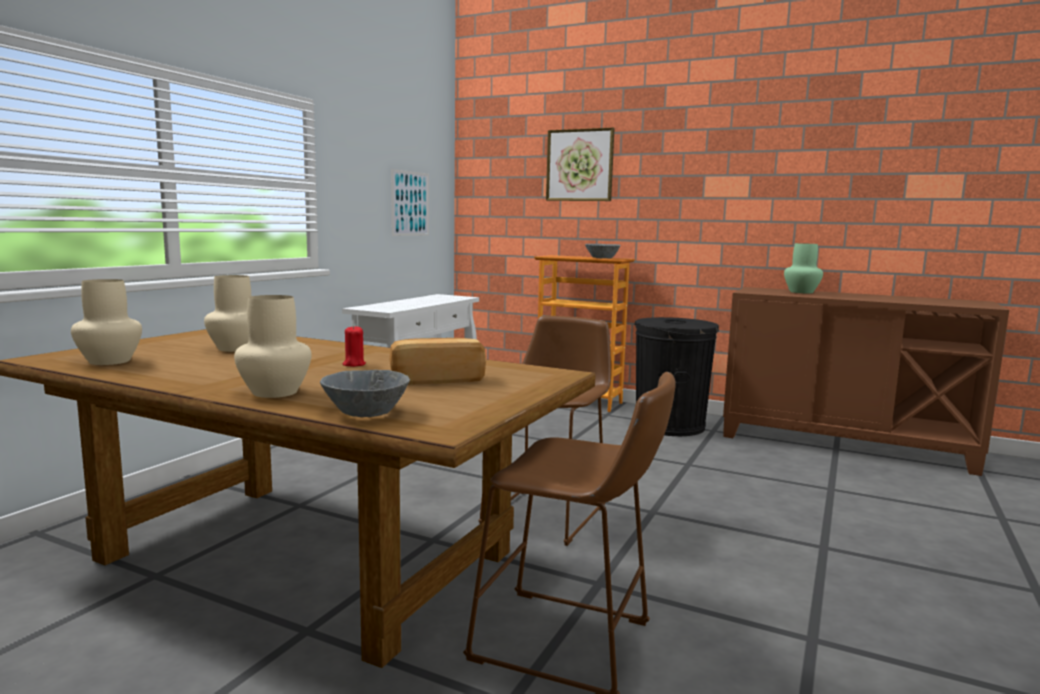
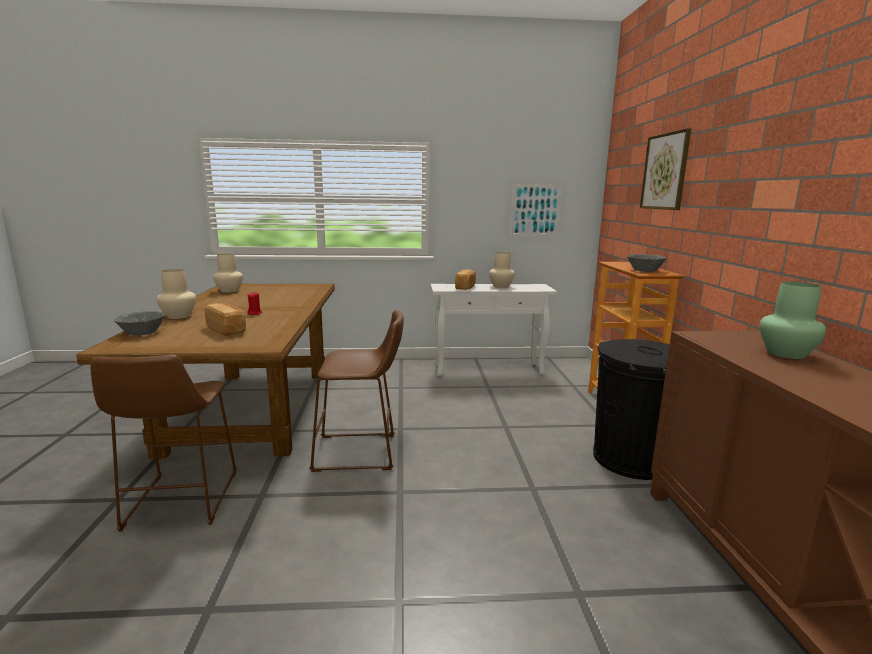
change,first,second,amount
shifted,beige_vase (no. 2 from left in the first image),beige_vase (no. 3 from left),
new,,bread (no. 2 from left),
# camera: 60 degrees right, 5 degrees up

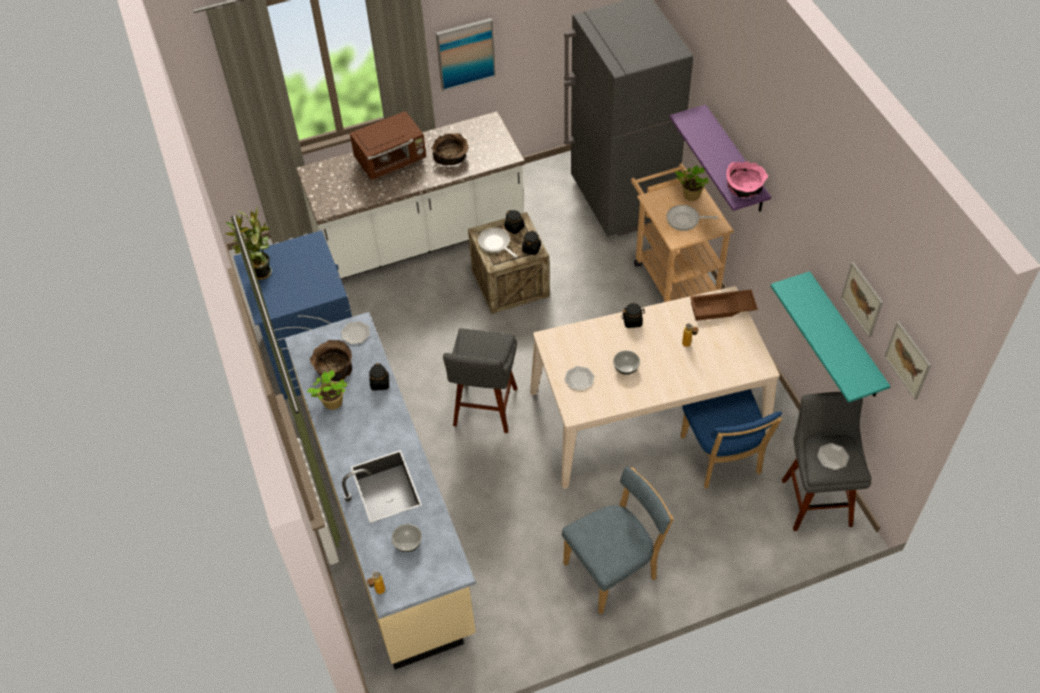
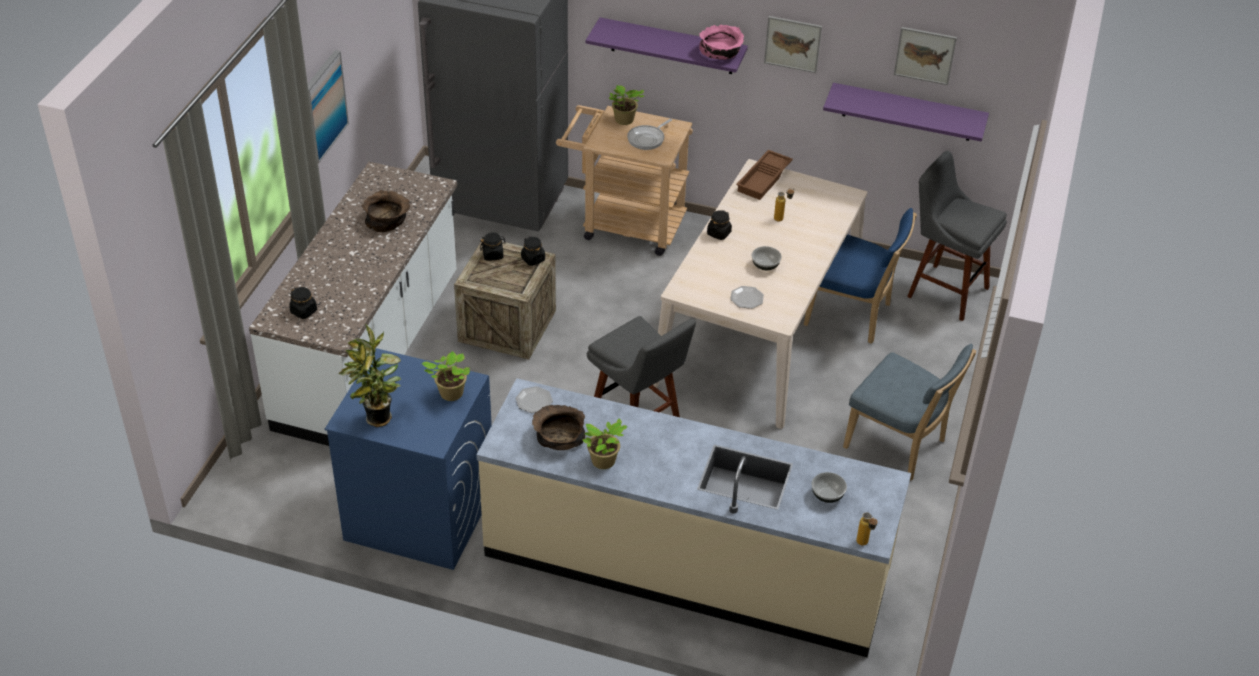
change,first,second,amount
gone,brown_microwave,,
gone,frying_pan (no. 1 from left),,
repainted,turquoise_shelf,purple_shelf (no. 2 from left),
shifted,picture (no. 3 from left in the first image),picture (no. 2 from left),
shifted,black_jar (no. 1 from left),,
gone,plate (no. 3 from left),,
rotated,blue_chair (no. 1 from left in the first image),blue_chair (no. 2 from left),120 degrees clockwise
new,,potted_plant (no. 2 from left),
# camera: 55 degrees left, 10 degrees down

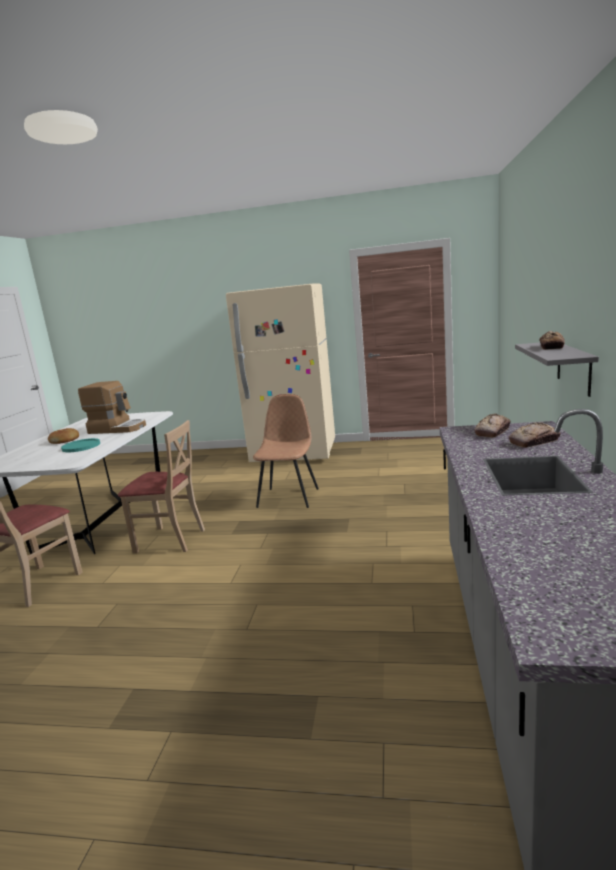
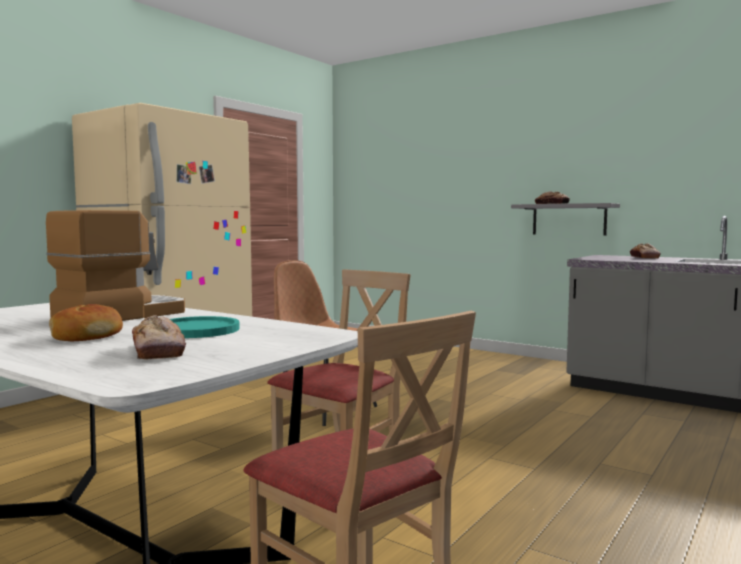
change,first,second,amount
shifted,bread (no. 2 from left),,
# camera: 65 degrees left, 10 degrees down

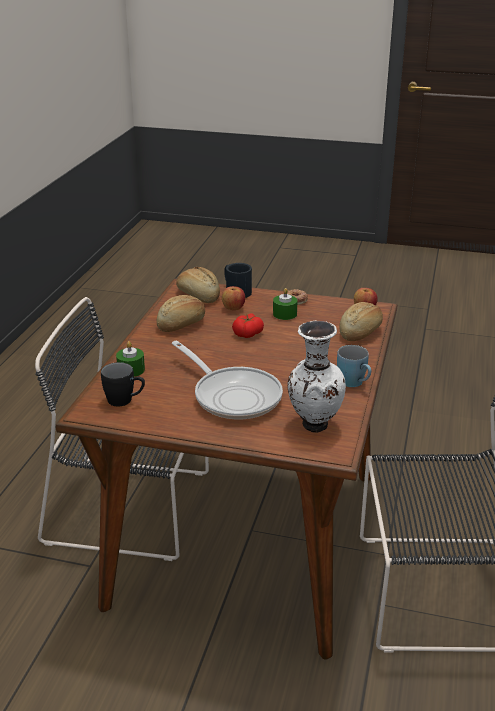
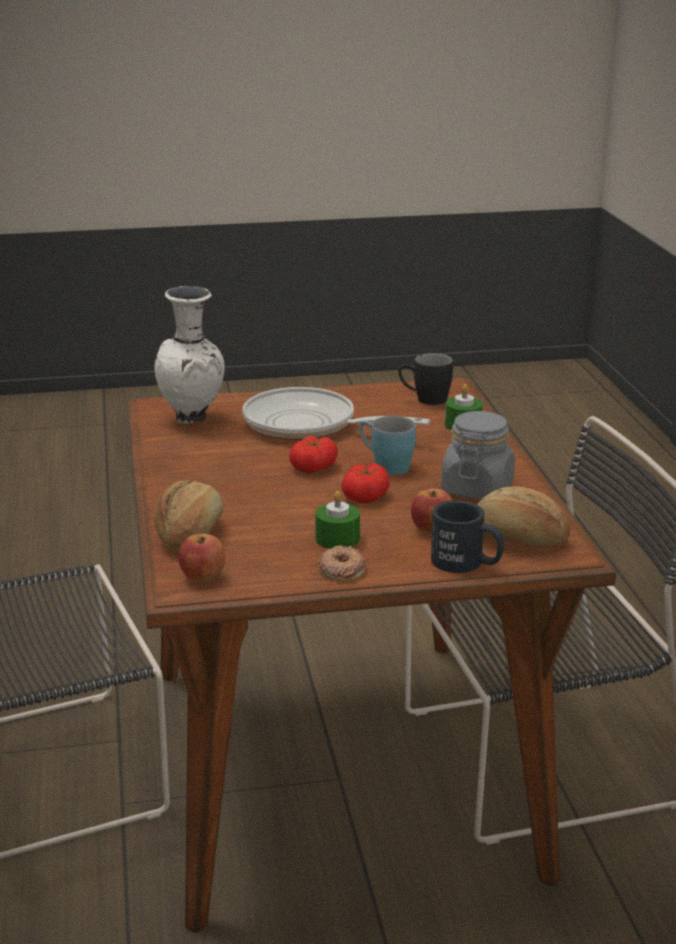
change,first,second,amount
swapped,bread (no. 1 from left),grey_jar,
shifted,blue_mug,,
new,,tomato (no. 1 from left),
# camera: 155 degrees right, 5 degrees down

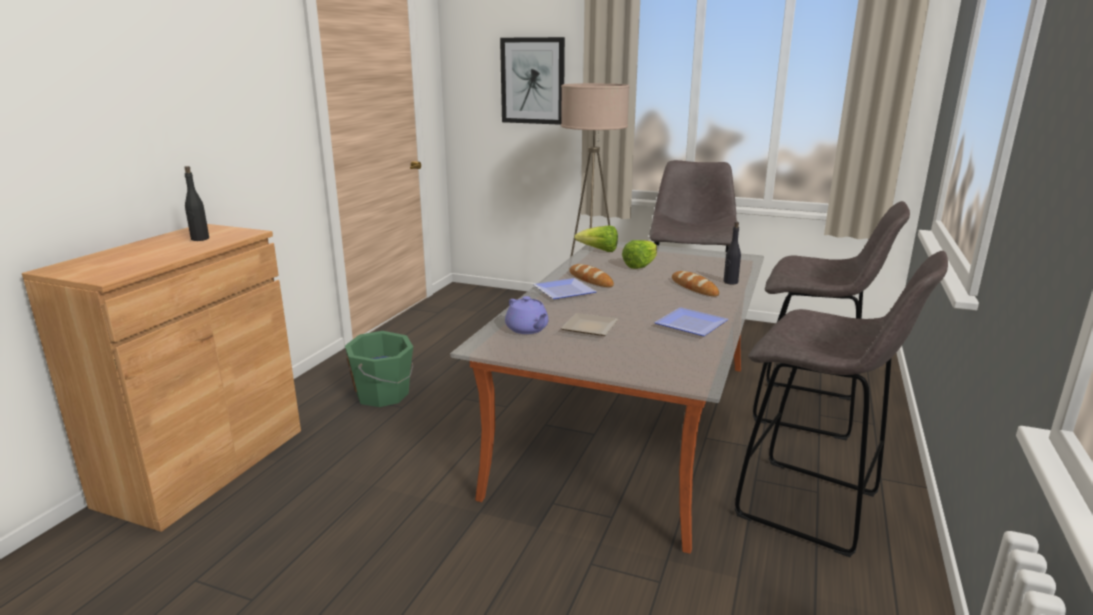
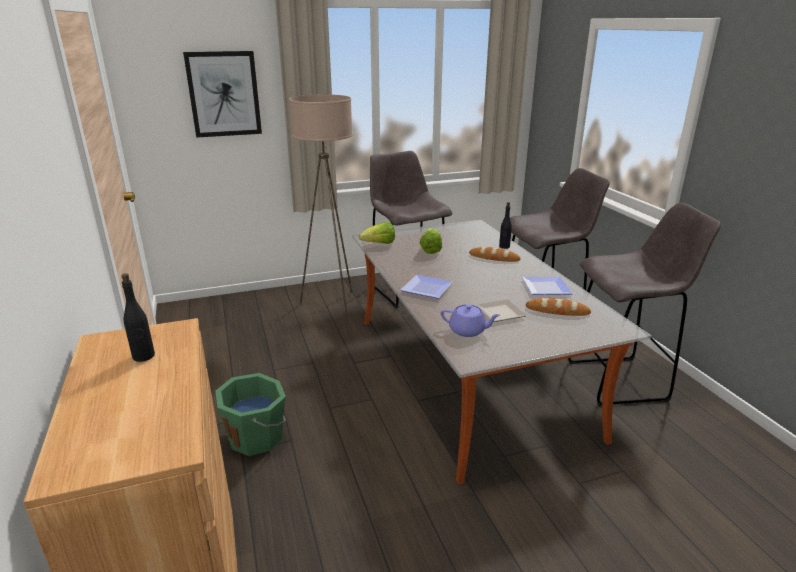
change,first,second,amount
shifted,bread (no. 1 from left in the first image),bread (no. 2 from left),
# camera: 40 degrees left, 5 degrees up

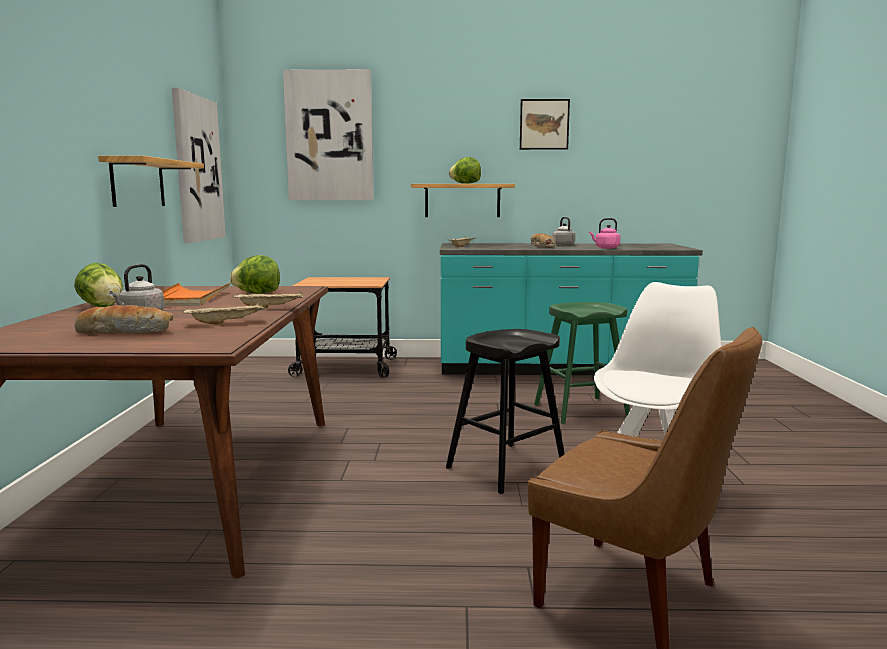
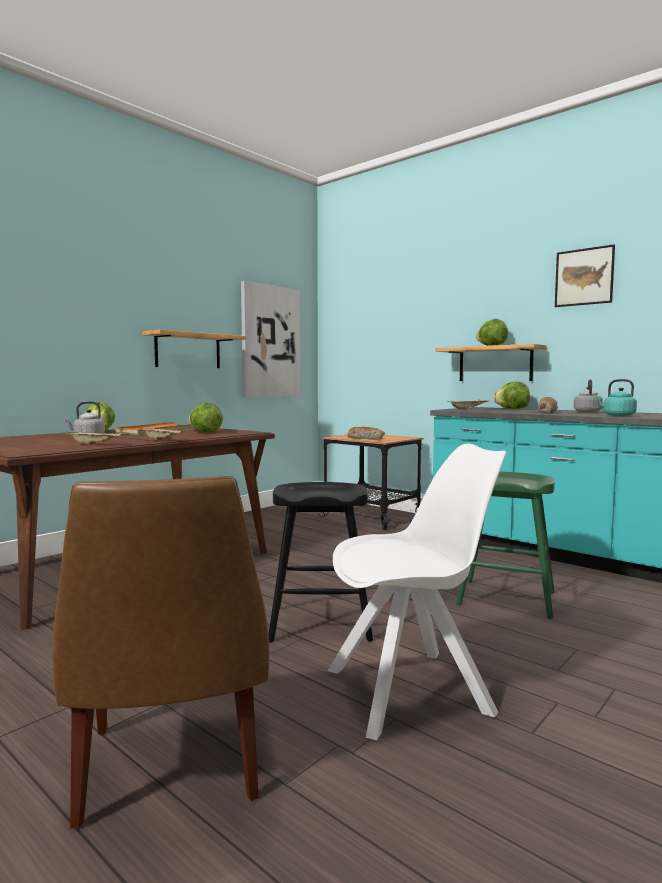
change,first,second,amount
gone,picture (no. 2 from left),,
repainted,pink_kettle,turquoise_kettle,
shifted,bread (no. 1 from left),,
new,,lettuce (no. 4 from left),
# camera: 40 degrees right, 5 degrees down

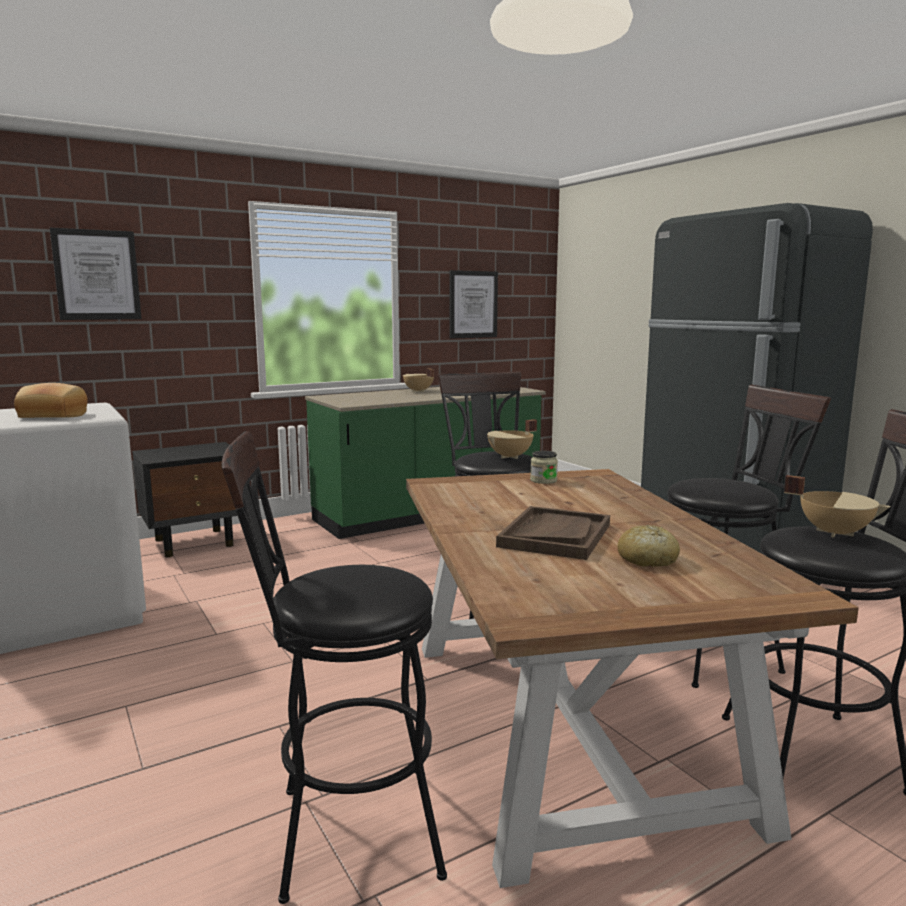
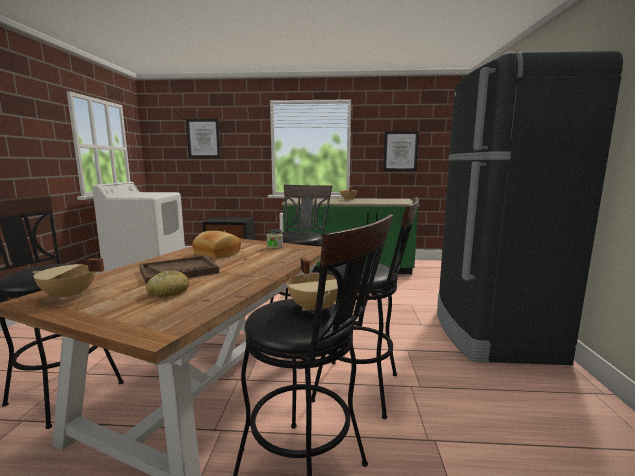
change,first,second,amount
shifted,bread (no. 1 from left in the first image),bread (no. 2 from left),
shifted,beige_cooking_pot (no. 2 from left in the first image),beige_cooking_pot (no. 1 from left),
# camera: 35 degrees right, 0 degrees up

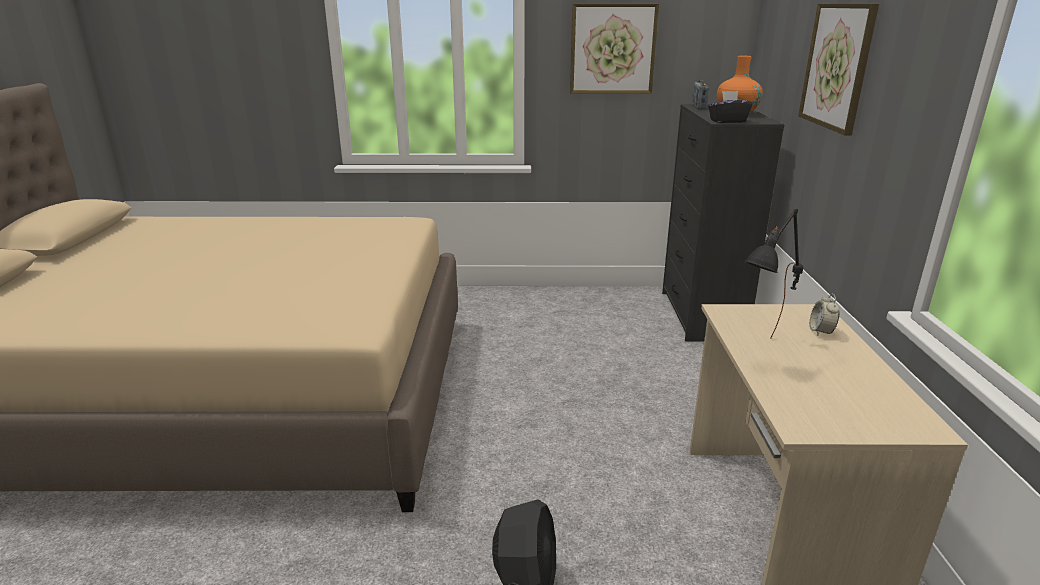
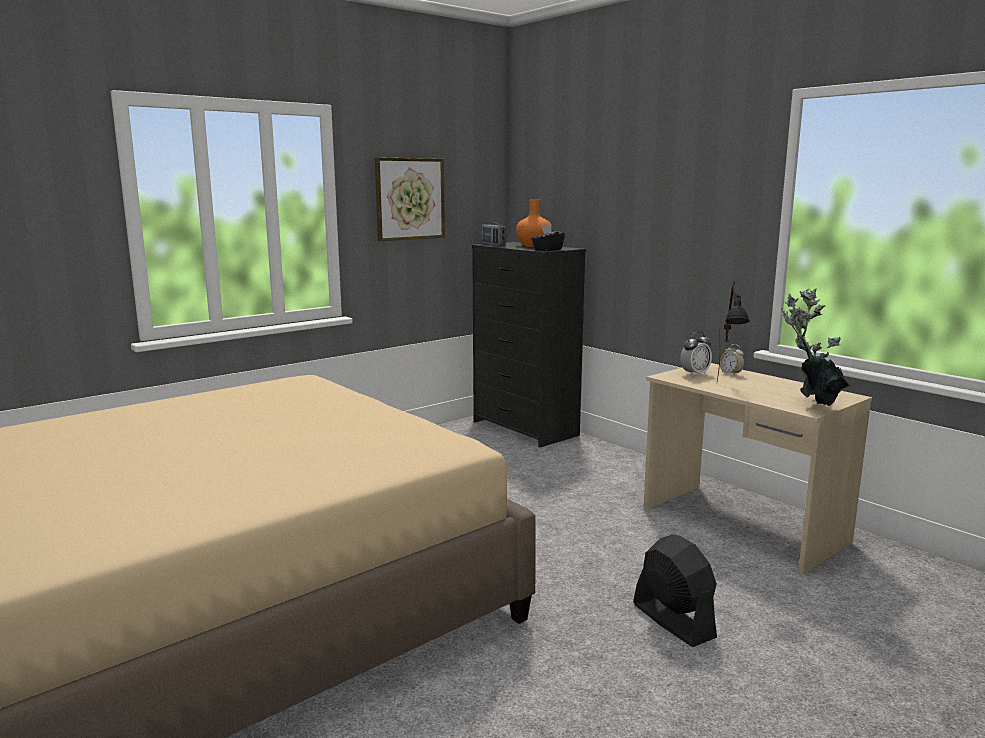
change,first,second,amount
gone,picture (no. 2 from left),,
new,,potted_plant,
new,,alarm_clock (no. 1 from left),
# camera: 40 degrees left, 10 degrees down

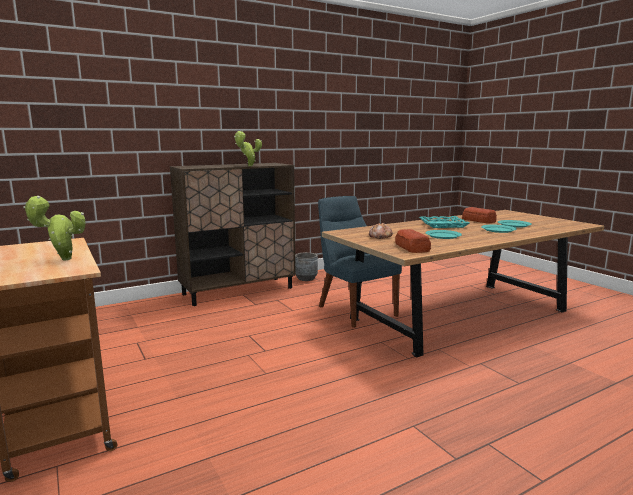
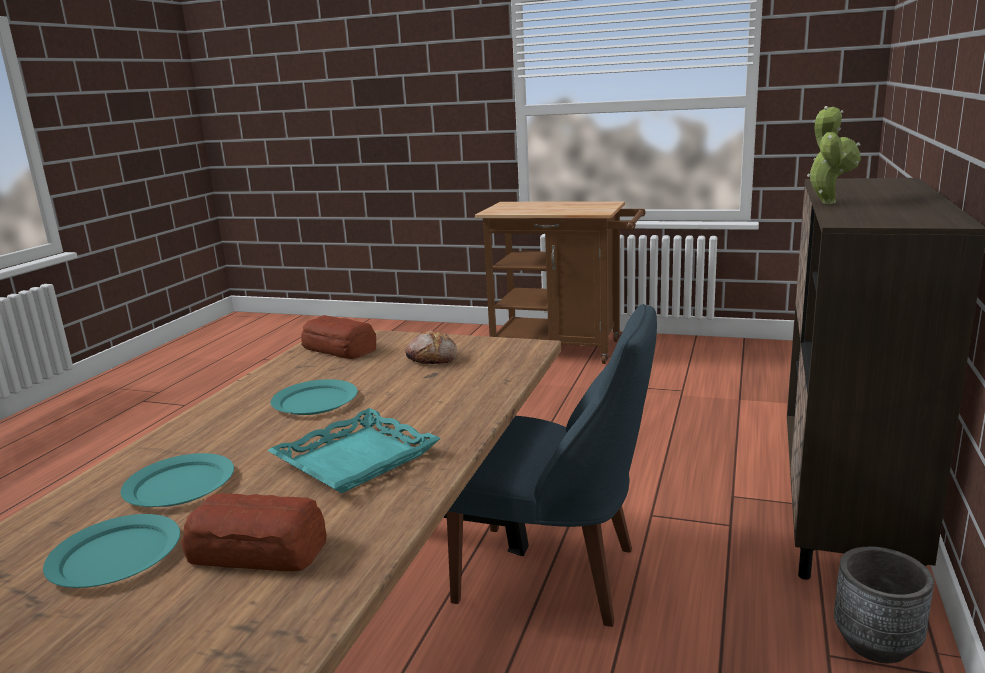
change,first,second,amount
gone,potted_plant (no. 1 from left),,
# camera: 140 degrees right, 5 degrees up

